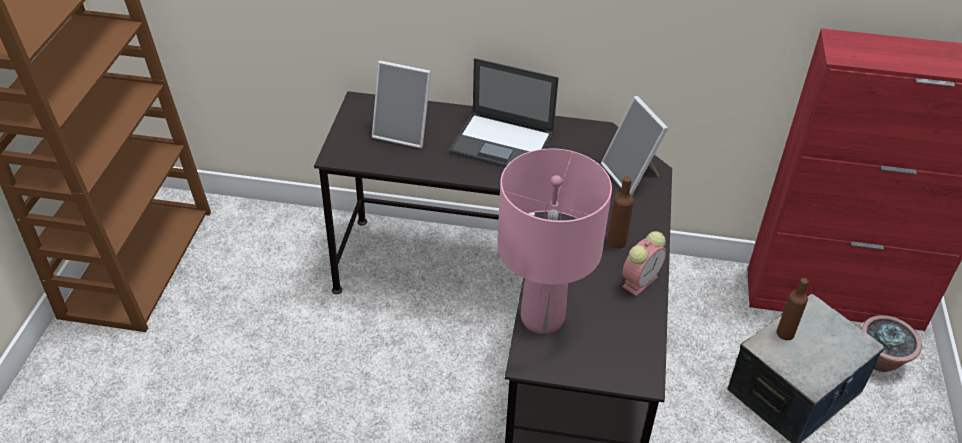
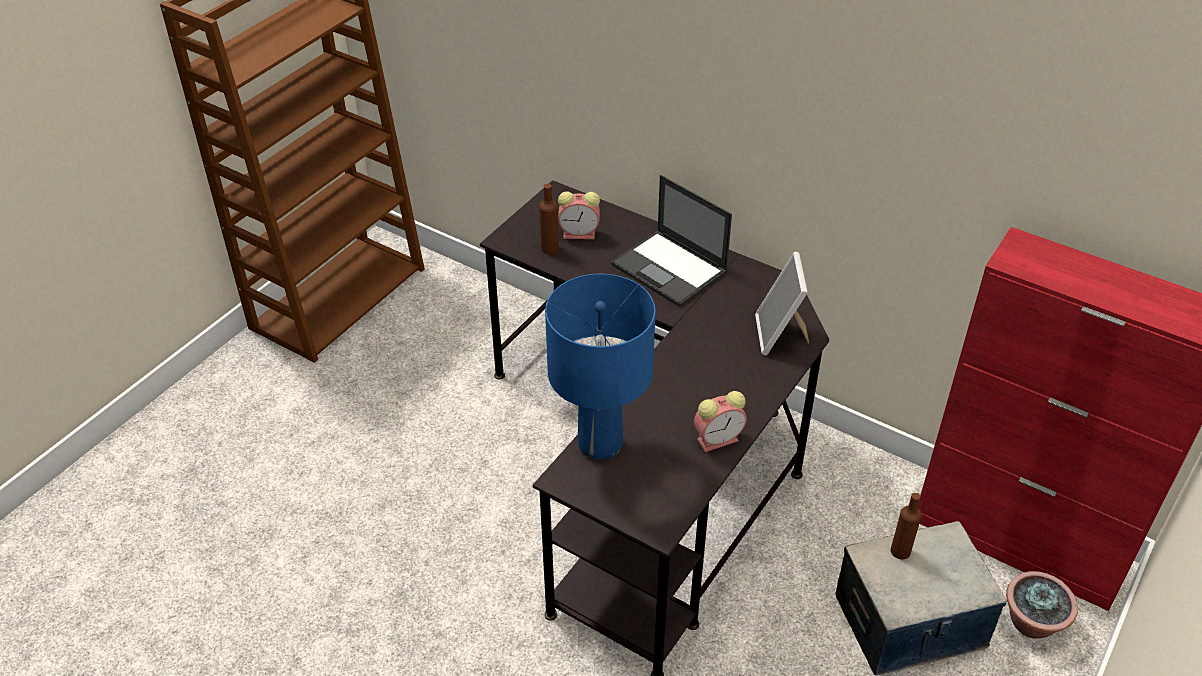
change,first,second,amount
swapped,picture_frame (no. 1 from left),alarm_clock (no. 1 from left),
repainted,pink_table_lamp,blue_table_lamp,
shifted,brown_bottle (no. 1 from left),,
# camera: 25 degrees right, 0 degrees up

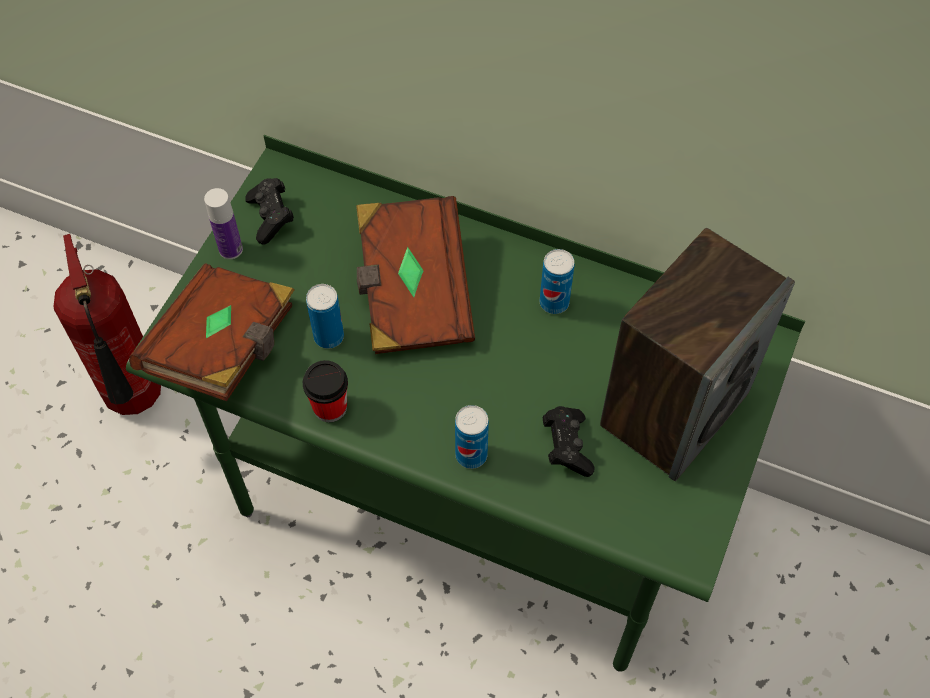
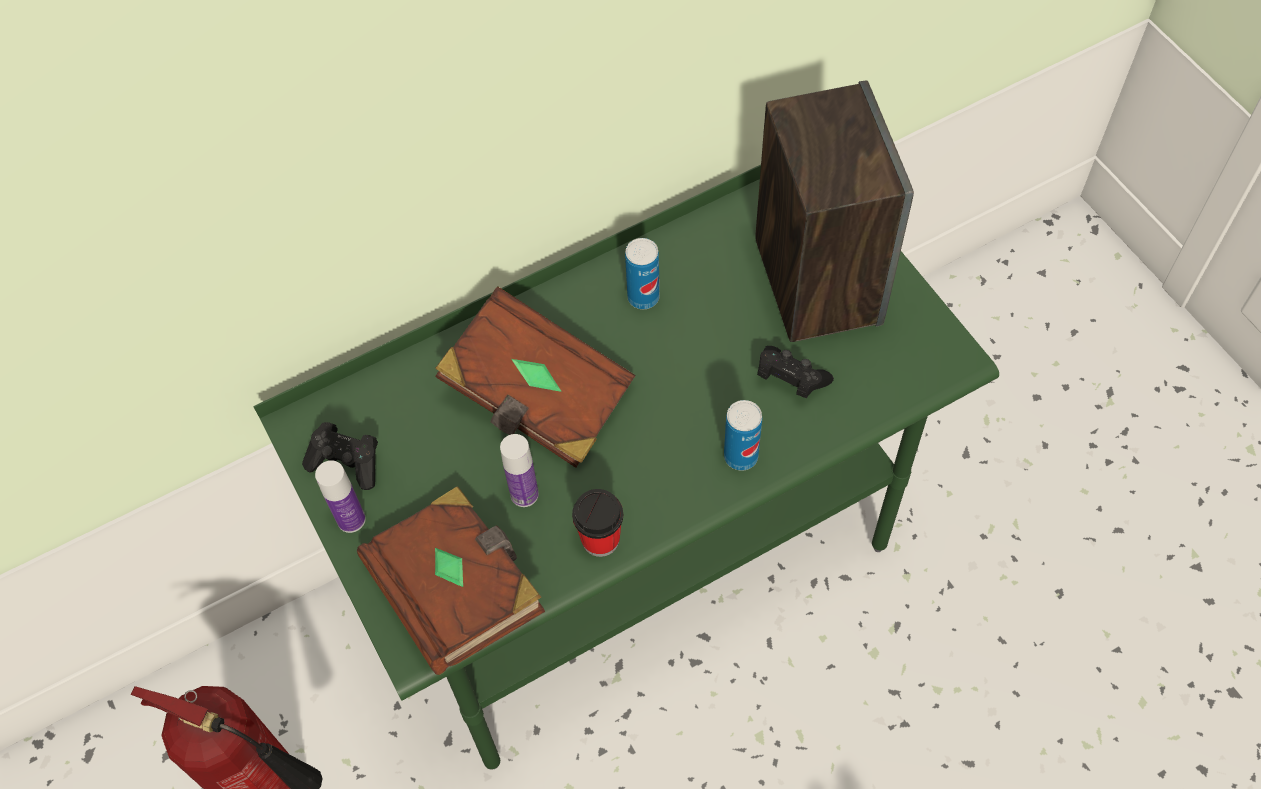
change,first,second,amount
swapped,can (no. 1 from left),bottle (no. 2 from left),
# camera: 50 degrees left, 0 degrees up

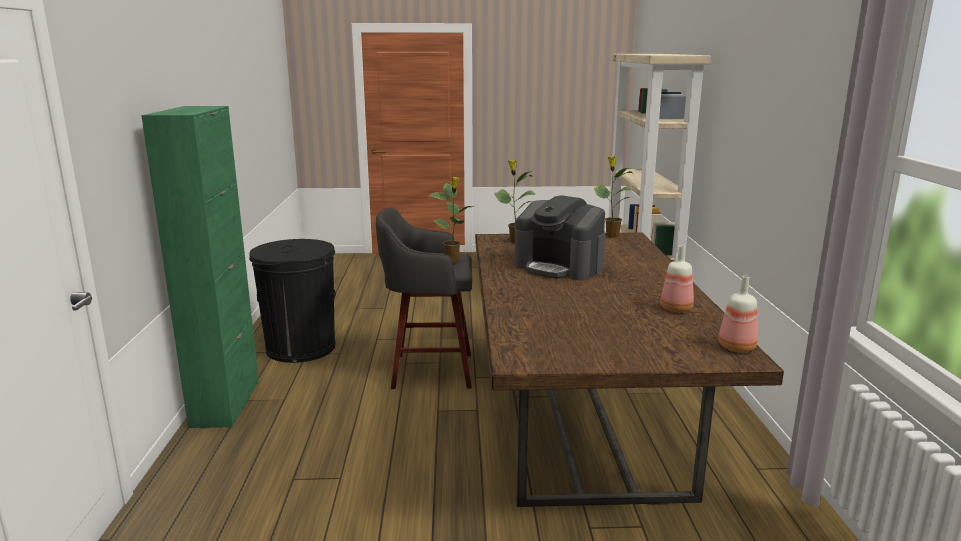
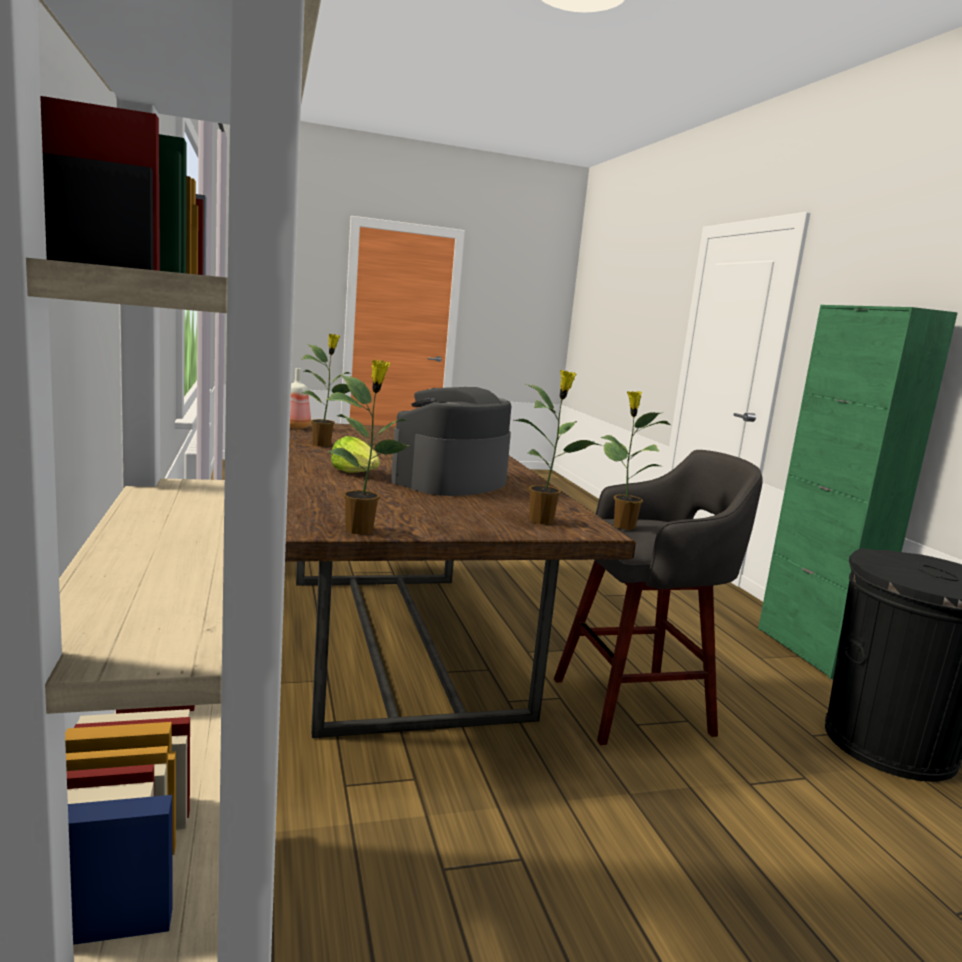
change,first,second,amount
rotated,coffee_machine,,75 degrees counterclockwise
swapped,bottle (no. 1 from left),potted_plant (no. 1 from left),
new,,lettuce,
# camera: 165 degrees right, 5 degrees down

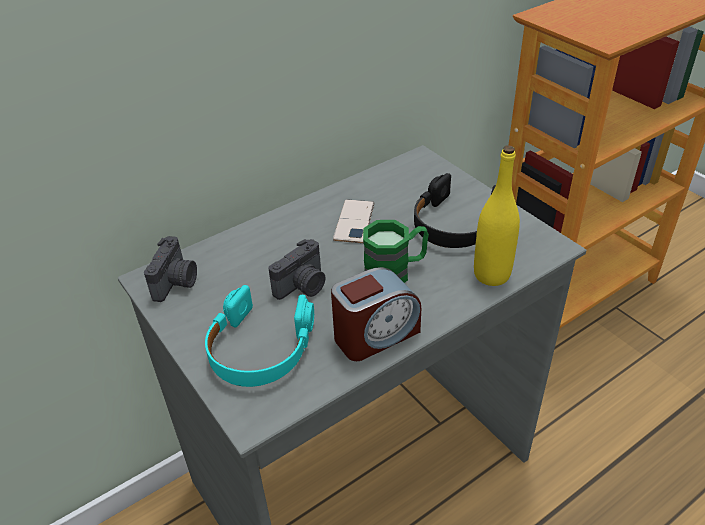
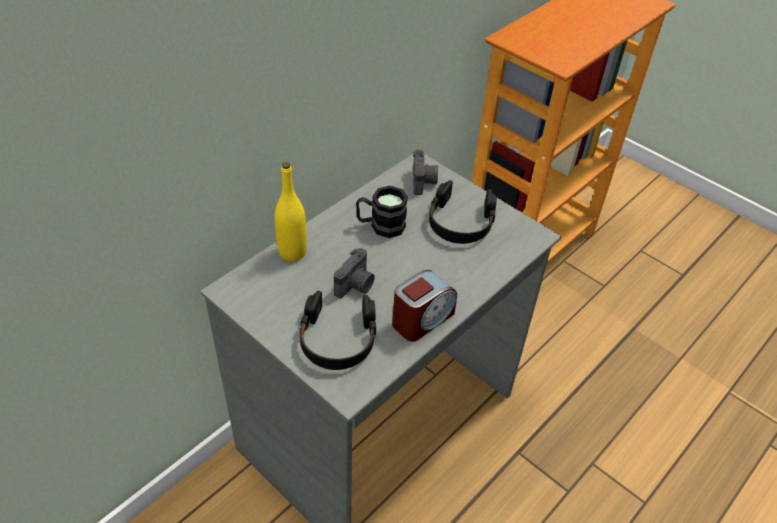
change,first,second,amount
shifted,yellow_bottle,,
swapped,phone,black_mug,
gone,green_mug,,
shifted,photo_camera (no. 1 from left in the first image),photo_camera (no. 2 from left),
repainted,turquoise_headphones,black_headphones (no. 1 from left),
# camera: 15 degrees left, 5 degrees up

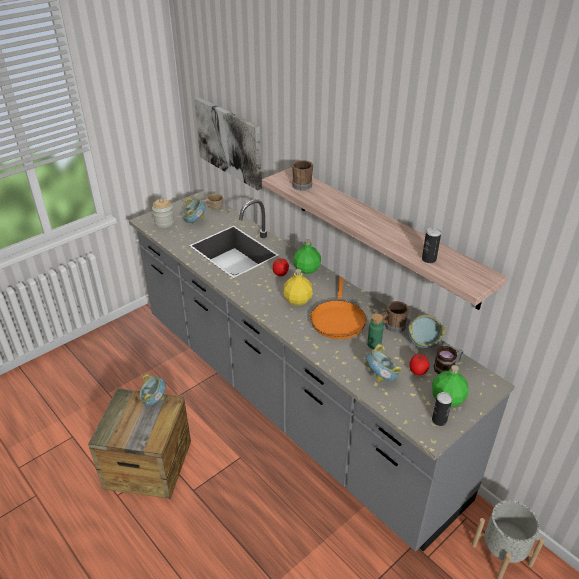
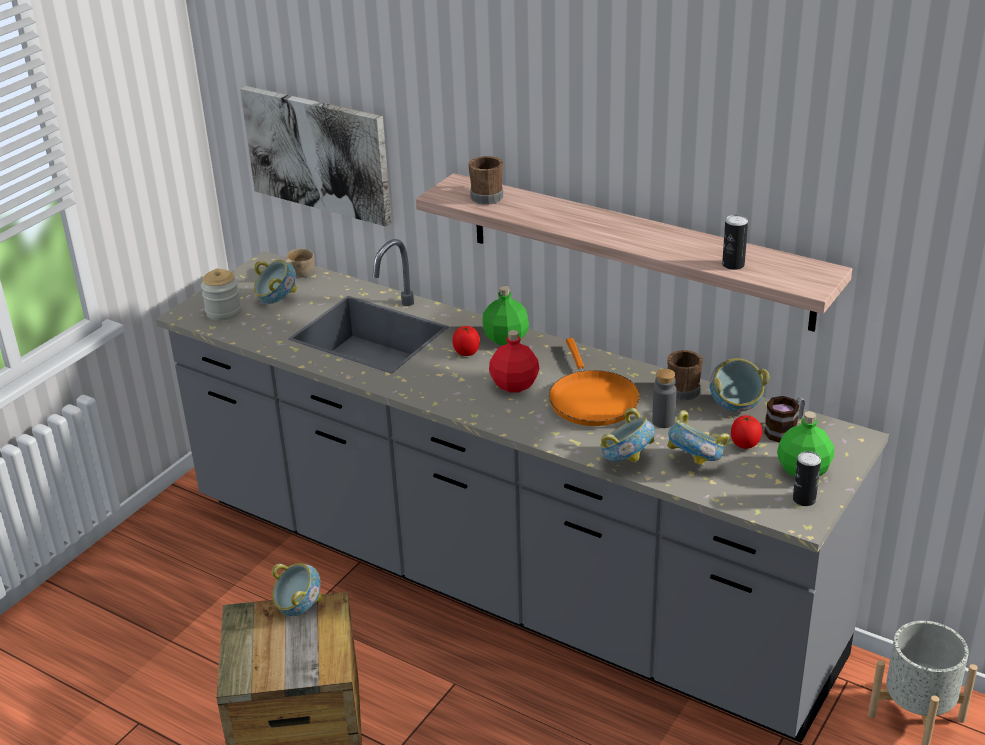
change,first,second,amount
repainted,yellow_bottle,red_bottle,
repainted,green_bottle (no. 2 from left),grey_bottle,
new,,bowl (no. 3 from left),
# camera: 15 degrees left, 5 degrees down

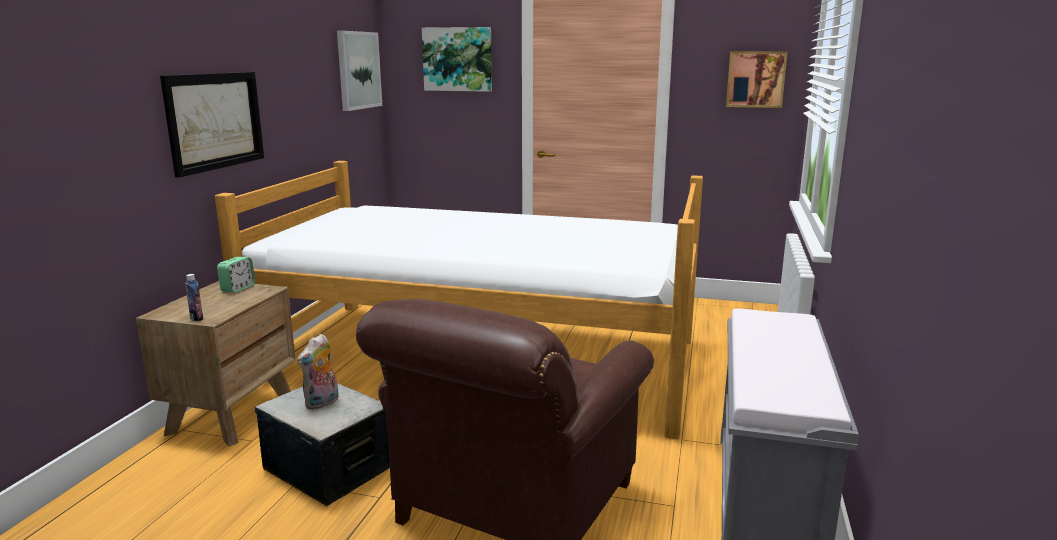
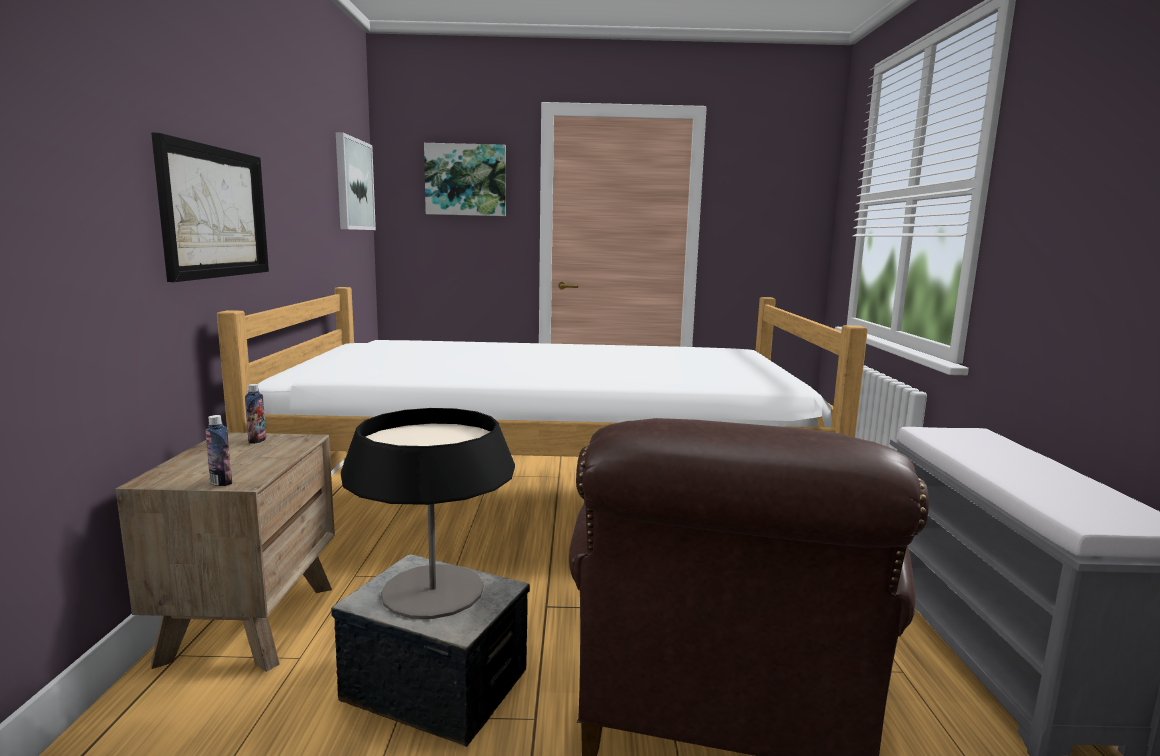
change,first,second,amount
gone,picture (no. 4 from left),,
swapped,alarm_clock,bottle (no. 2 from left),
swapped,plush_toy,table_lamp,
# camera: 15 degrees left, 5 degrees down

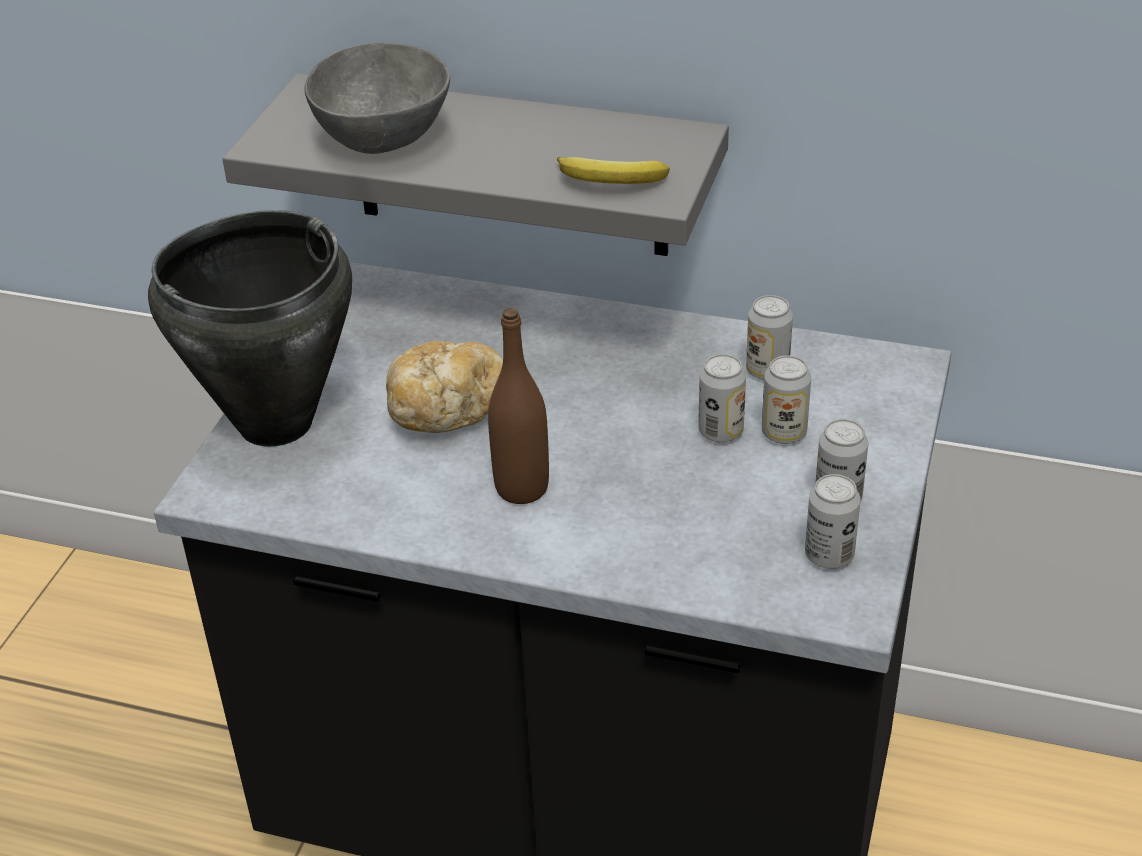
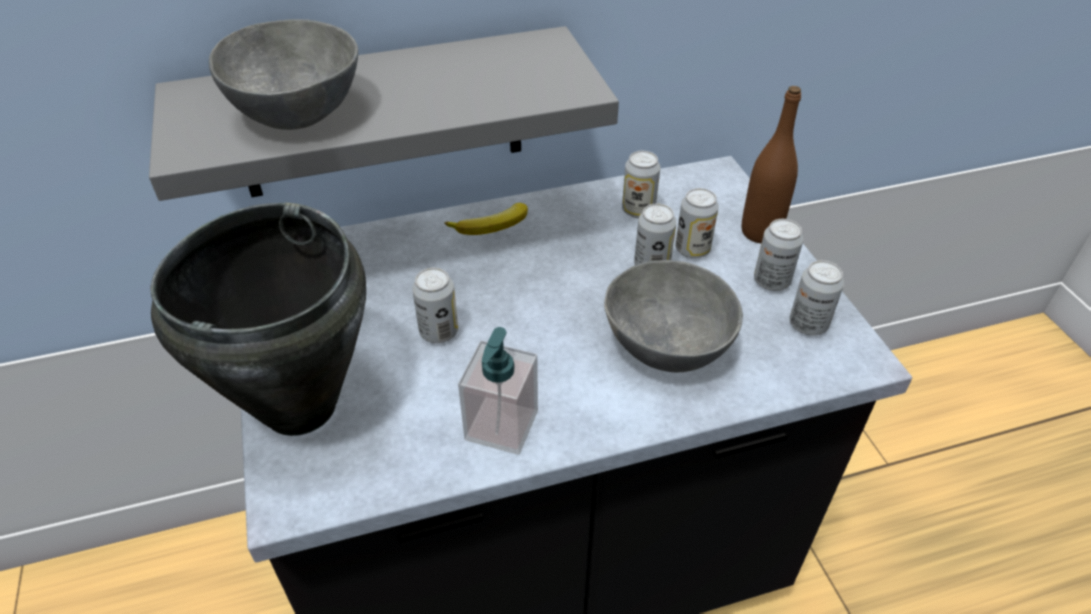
change,first,second,amount
shifted,banana,,
shifted,brown_bottle,,
swapped,bread,can (no. 1 from left),
new,,grey_bowl (no. 2 from left),
new,,soap_dispenser,
# camera: 35 degrees left, 5 degrees up

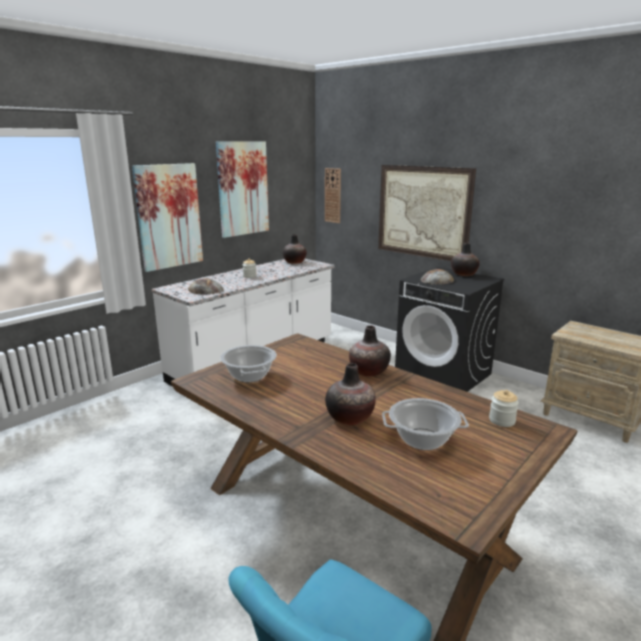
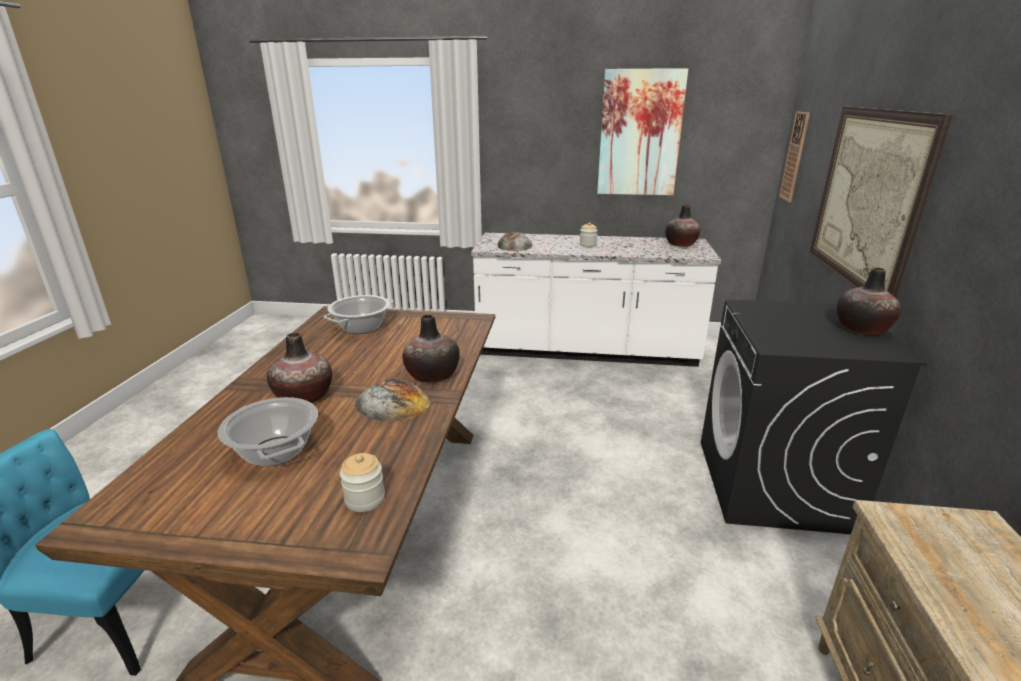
change,first,second,amount
gone,picture (no. 1 from left),,
shifted,bread (no. 2 from left in the first image),bread (no. 1 from left),
# camera: 55 degrees right, 5 degrees up

